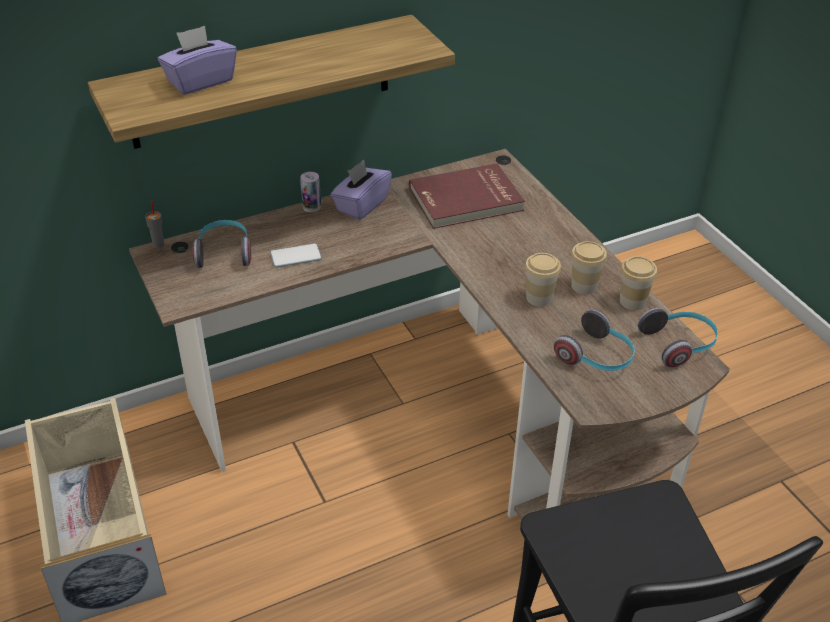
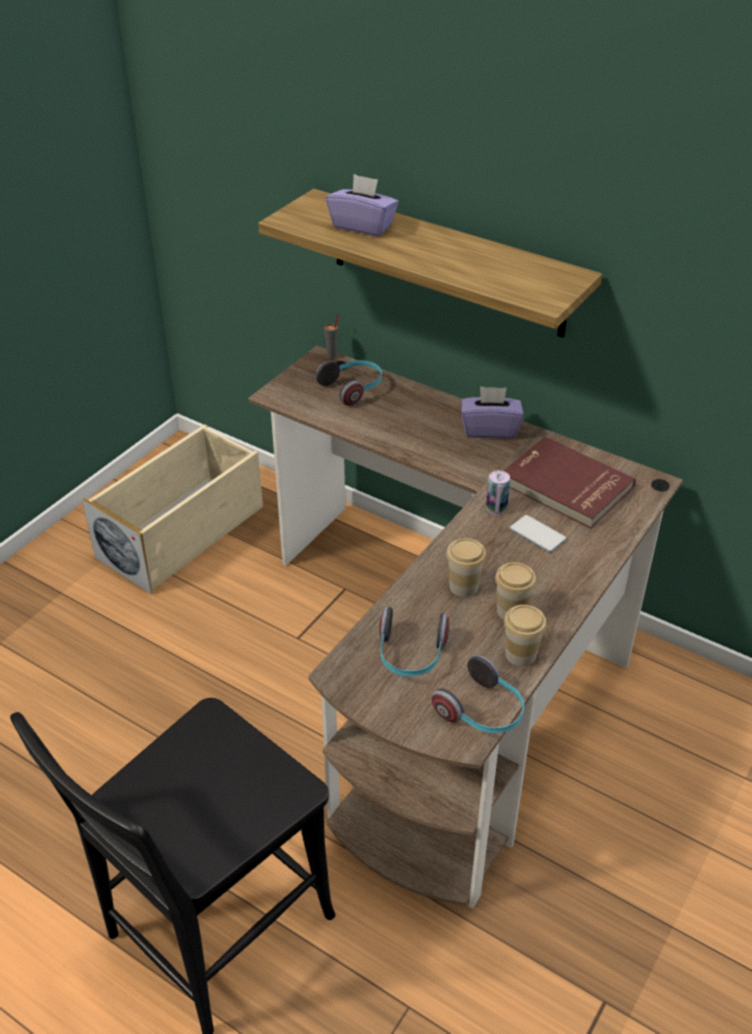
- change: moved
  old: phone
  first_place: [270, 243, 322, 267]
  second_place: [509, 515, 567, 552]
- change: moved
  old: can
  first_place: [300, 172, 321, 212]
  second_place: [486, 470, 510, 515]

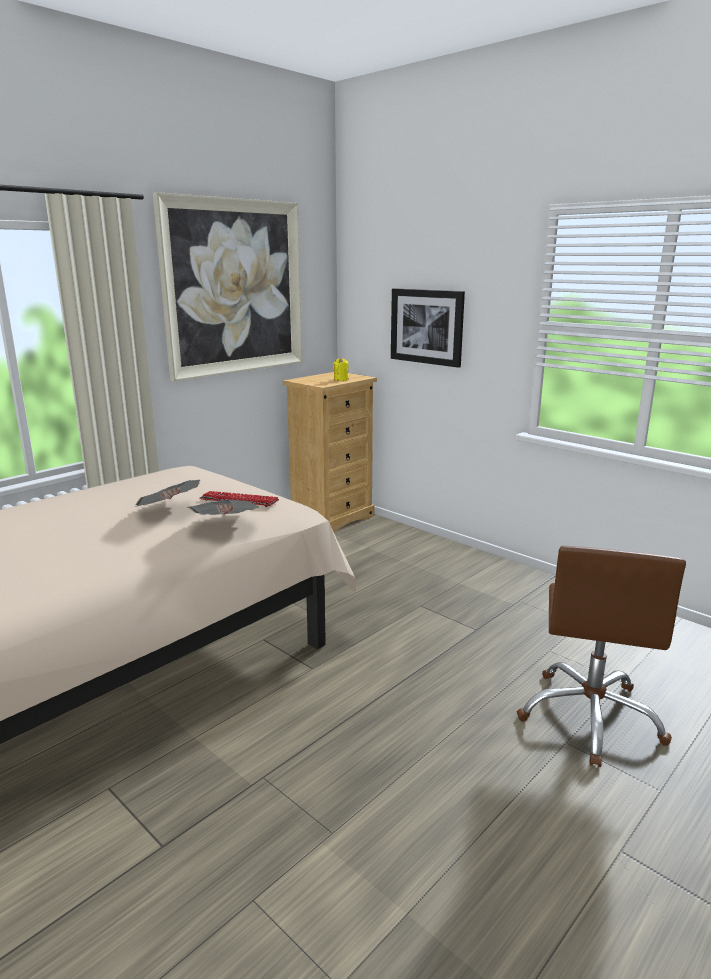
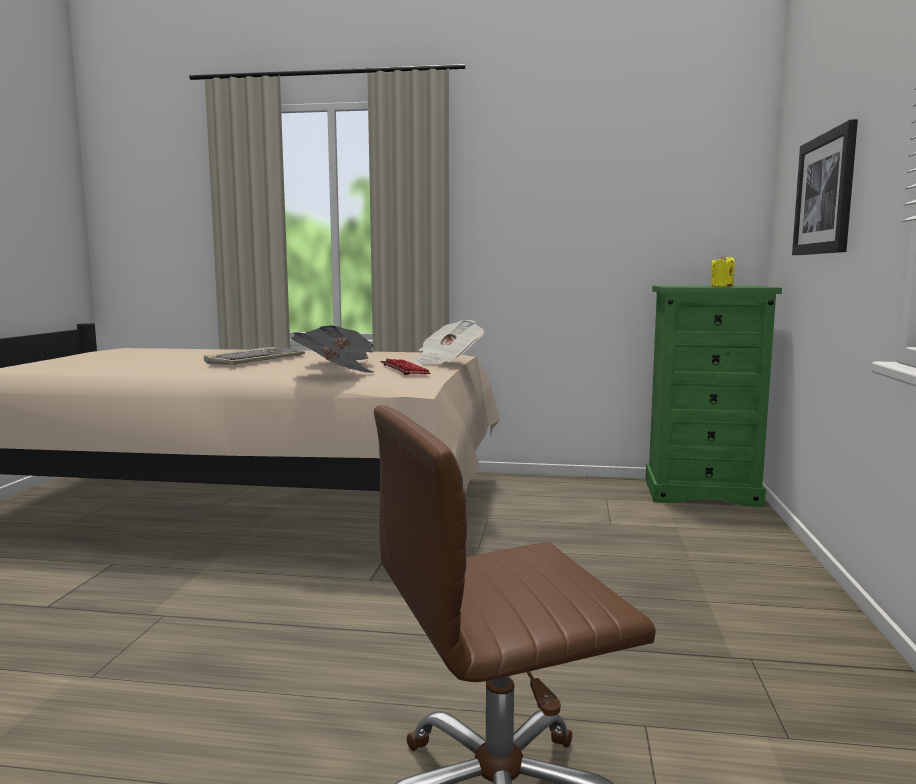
- change: removed
  old: picture
  first_place: [153, 192, 302, 381]
- change: recoloured
  old: dresser/beige
  new: dresser/green
  first_place: [283, 372, 377, 532]
  second_place: [645, 286, 782, 507]
- change: added
  new: keyboard
  second_place: [204, 347, 305, 365]
- change: added
  new: newspaper
  second_place: [414, 320, 484, 365]

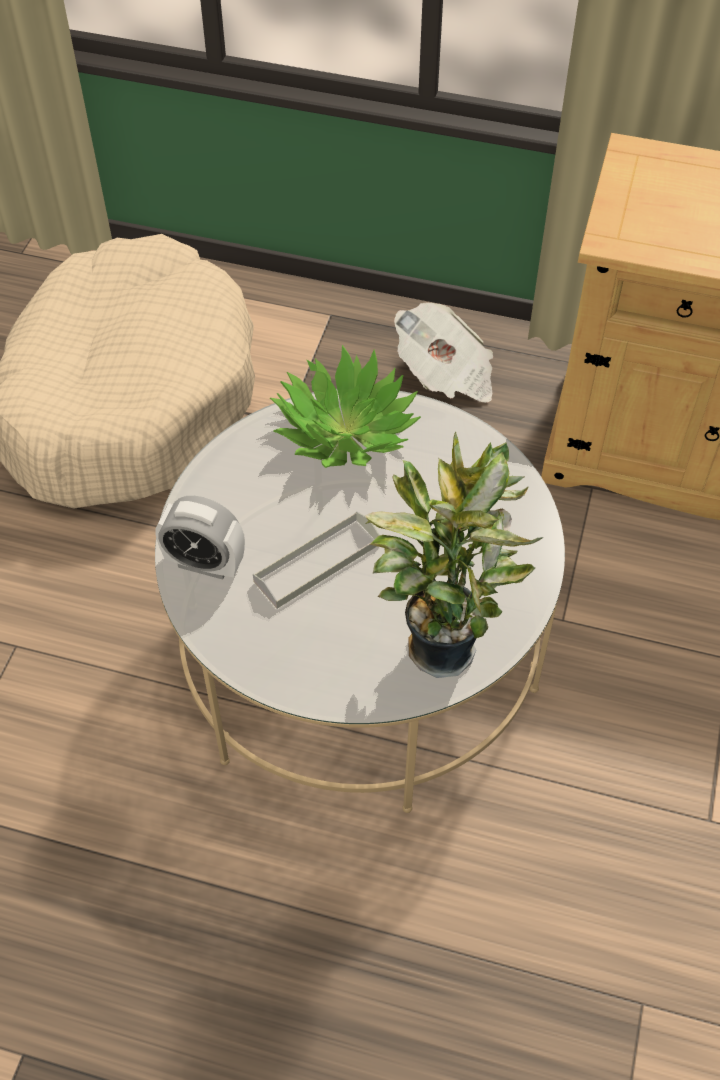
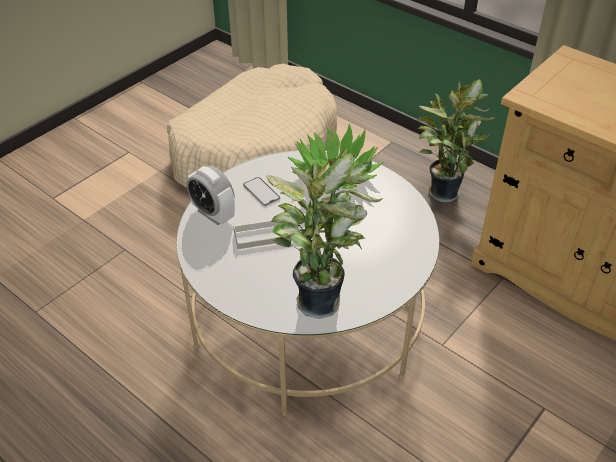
- change: replaced
  old: newspaper
  new: potted plant
  first_place: [394, 302, 493, 403]
  second_place: [417, 79, 495, 202]
- change: added
  new: phone
  second_place: [243, 177, 280, 206]

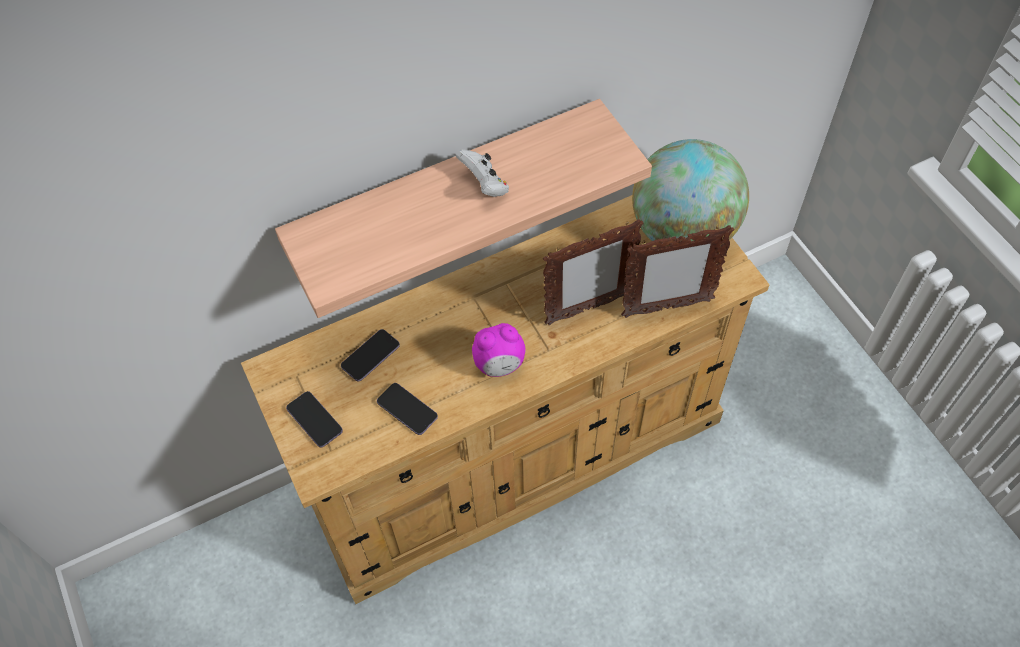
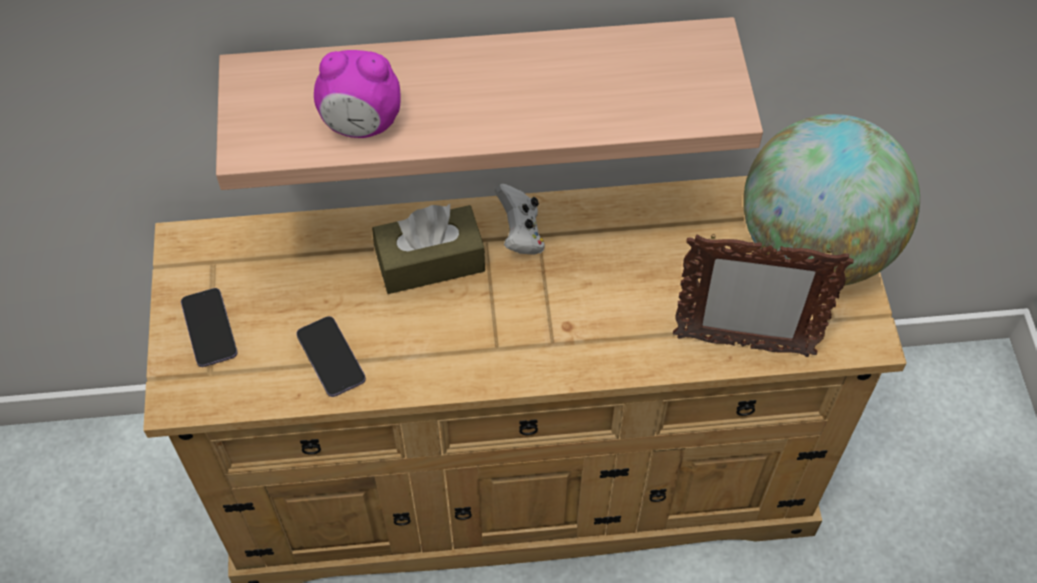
- change: removed
  old: phone
  first_place: [341, 329, 400, 382]
- change: moved
  old: game controller/white
  first_place: [456, 149, 509, 197]
  second_place: [495, 184, 545, 255]
- change: moved
  old: alarm clock
  first_place: [472, 323, 525, 377]
  second_place: [314, 50, 401, 138]
- change: removed
  old: picture frame
  first_place: [543, 219, 643, 325]
- change: added
  new: tissue box/brown
  second_place: [372, 204, 485, 294]

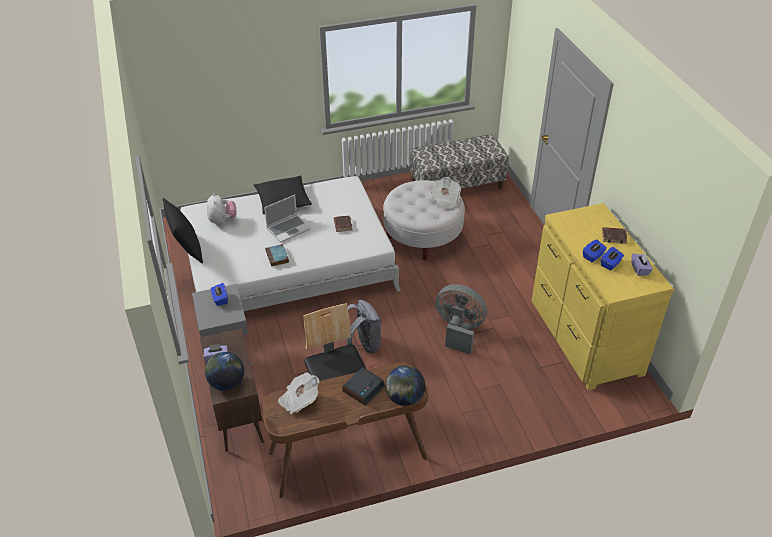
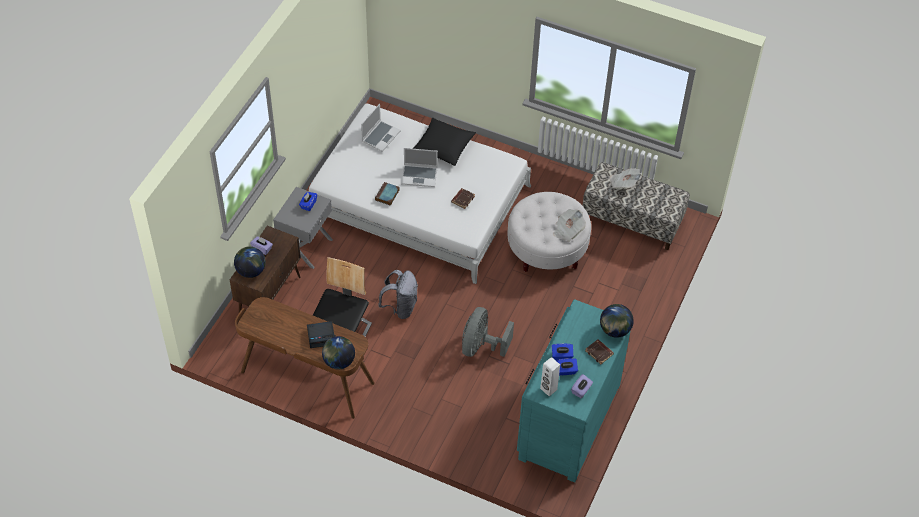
- change: removed
  old: pillow/black
  first_place: [163, 198, 203, 263]
- change: replaced
  old: plush toy
  new: laptop
  first_place: [207, 193, 237, 225]
  second_place: [361, 104, 401, 152]
- change: moved
  old: newspaper
  first_place: [278, 372, 320, 414]
  second_place: [611, 168, 642, 189]
- change: turned
  old: fan/grey
  first_place: [436, 284, 487, 354]
  second_place: [462, 307, 514, 357]
  degrees: -135
- change: recoloured
  old: dresser/yellow
  new: dresser/turquoise
  first_place: [531, 203, 674, 390]
  second_place: [517, 299, 630, 482]
- change: added
  new: speaker/white
  second_place: [540, 357, 560, 396]
- change: added
  new: globe
  second_place: [600, 304, 634, 338]

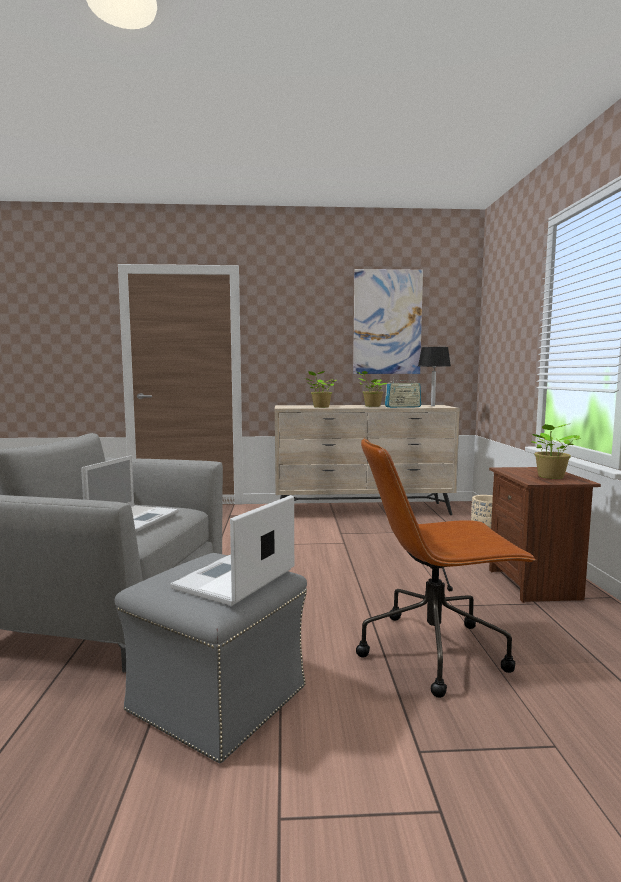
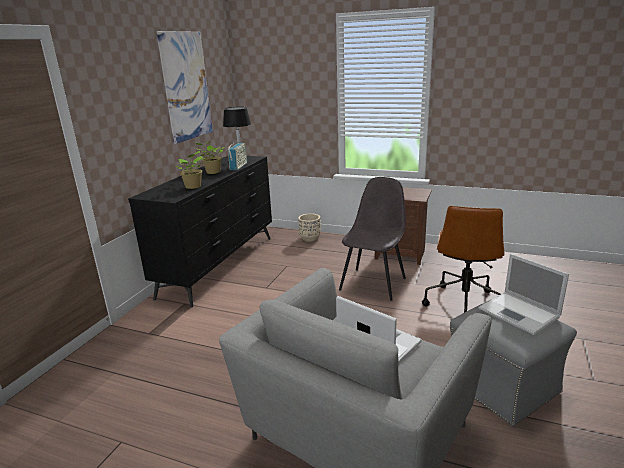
- change: recoloured
  old: dresser/beige
  new: dresser/black
  first_place: [274, 405, 460, 515]
  second_place: [128, 156, 272, 308]
- change: removed
  old: potted plant
  first_place: [532, 424, 581, 479]
- change: added
  new: chair/grey
  second_place: [339, 177, 406, 301]

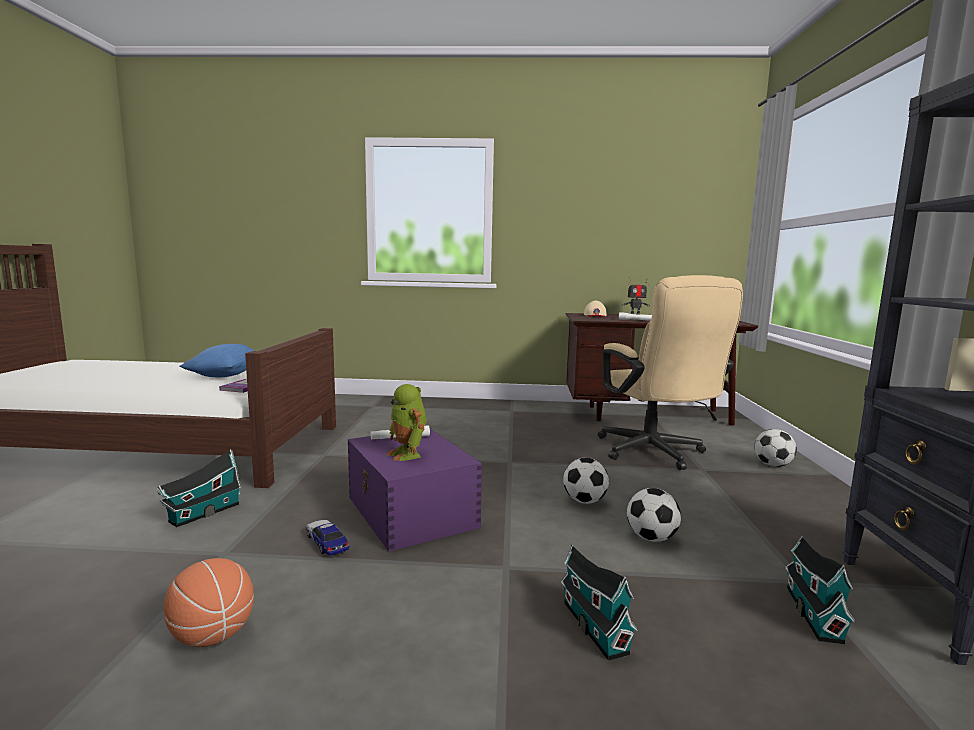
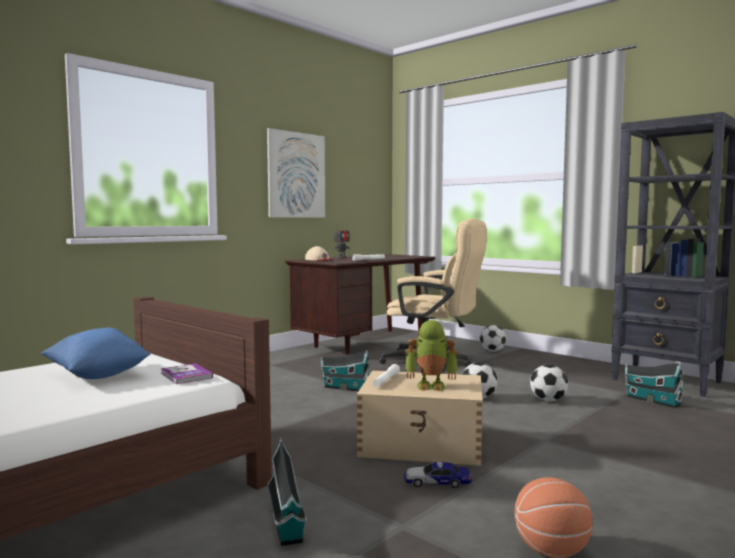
- change: recoloured
  old: storage box/purple
  new: storage box/beige
  first_place: [348, 429, 482, 552]
  second_place: [357, 370, 483, 466]
- change: moved
  old: toy house
  first_place: [560, 544, 638, 661]
  second_place: [321, 350, 371, 391]
- change: added
  new: picture
  second_place: [267, 128, 325, 218]

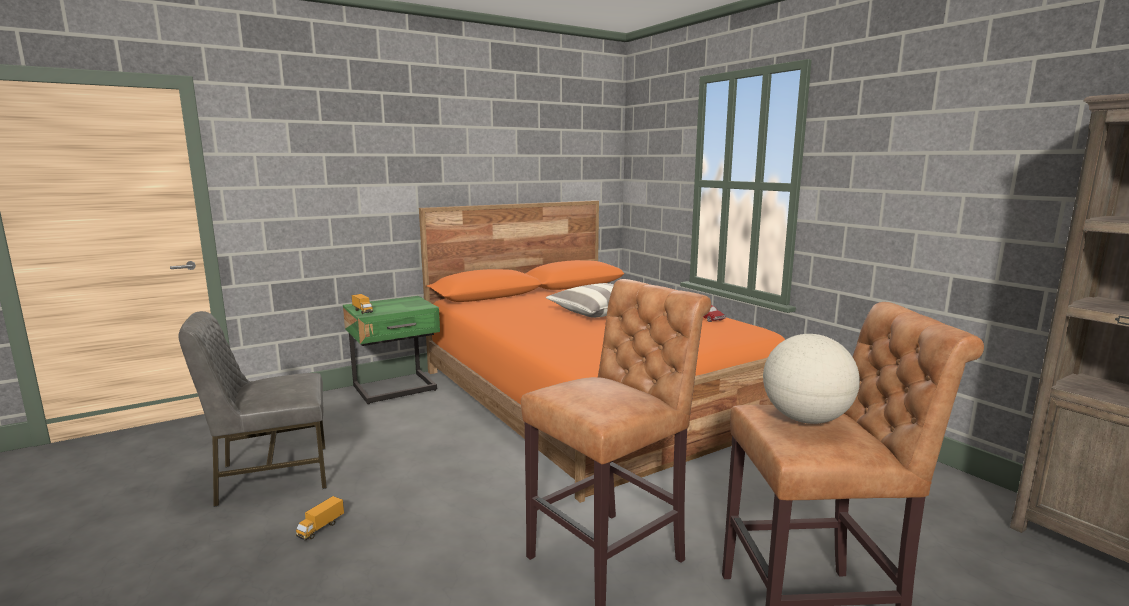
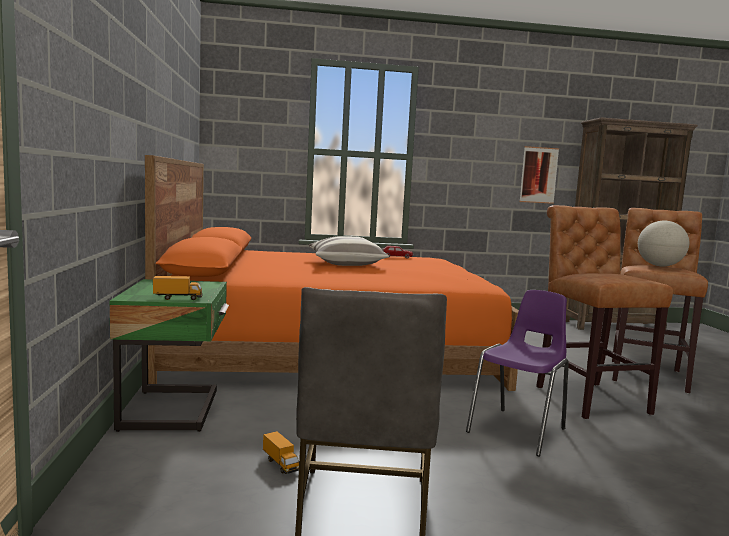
- change: moved
  old: toy truck
  first_place: [296, 496, 344, 541]
  second_place: [263, 431, 299, 474]
- change: added
  new: chair/purple
  second_place: [466, 290, 569, 457]
- change: added
  new: picture
  second_place: [519, 146, 559, 204]

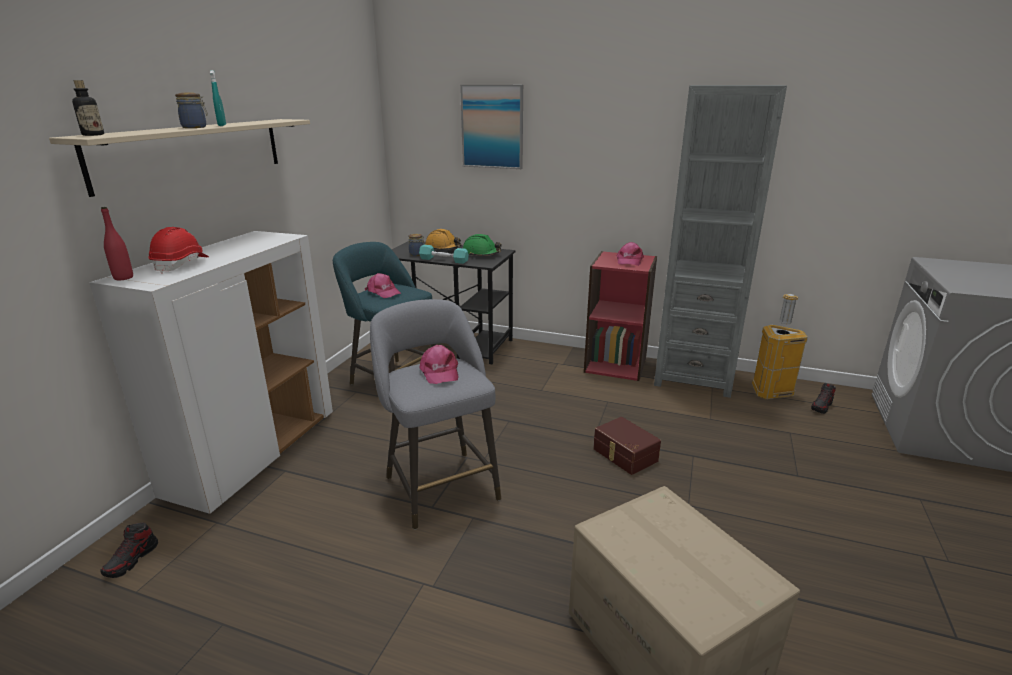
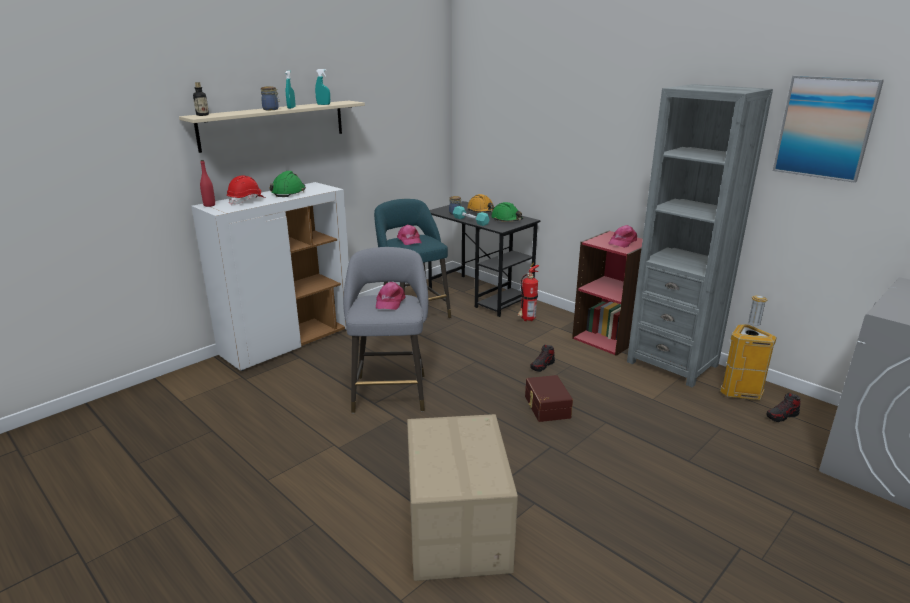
- change: moved
  old: shoe
  first_place: [100, 522, 158, 578]
  second_place: [530, 345, 555, 372]
- change: moved
  old: picture
  first_place: [460, 85, 523, 169]
  second_place: [773, 75, 884, 183]
- change: added
  new: hard hat/green
  second_place: [269, 171, 306, 197]
- change: added
  new: spray bottle/turquoise
  second_place: [315, 69, 330, 105]
- change: added
  new: fire extinguisher
  second_place: [518, 262, 539, 321]

